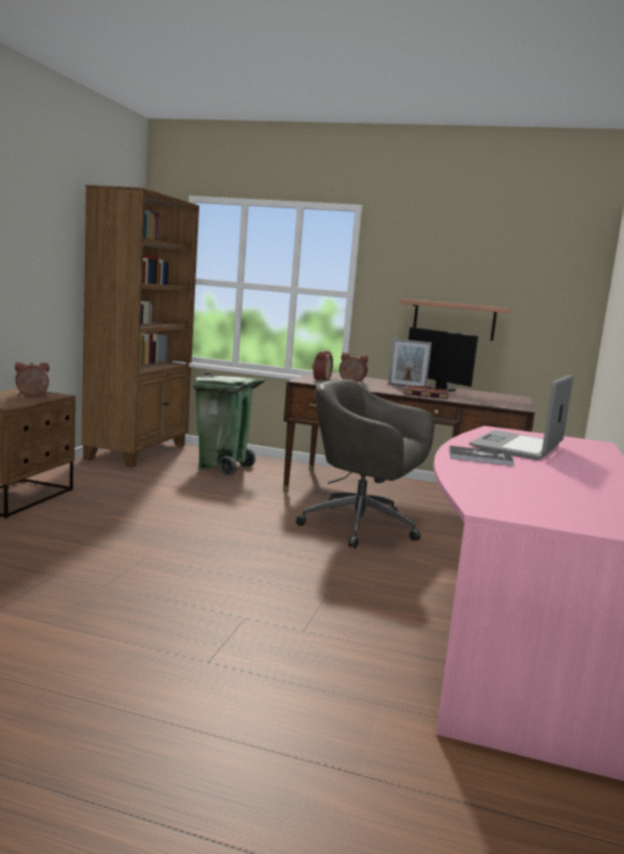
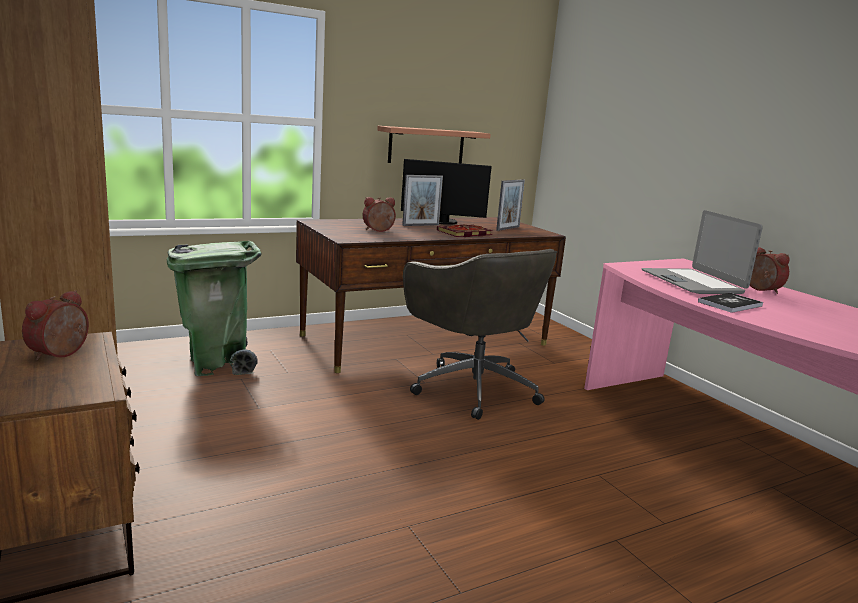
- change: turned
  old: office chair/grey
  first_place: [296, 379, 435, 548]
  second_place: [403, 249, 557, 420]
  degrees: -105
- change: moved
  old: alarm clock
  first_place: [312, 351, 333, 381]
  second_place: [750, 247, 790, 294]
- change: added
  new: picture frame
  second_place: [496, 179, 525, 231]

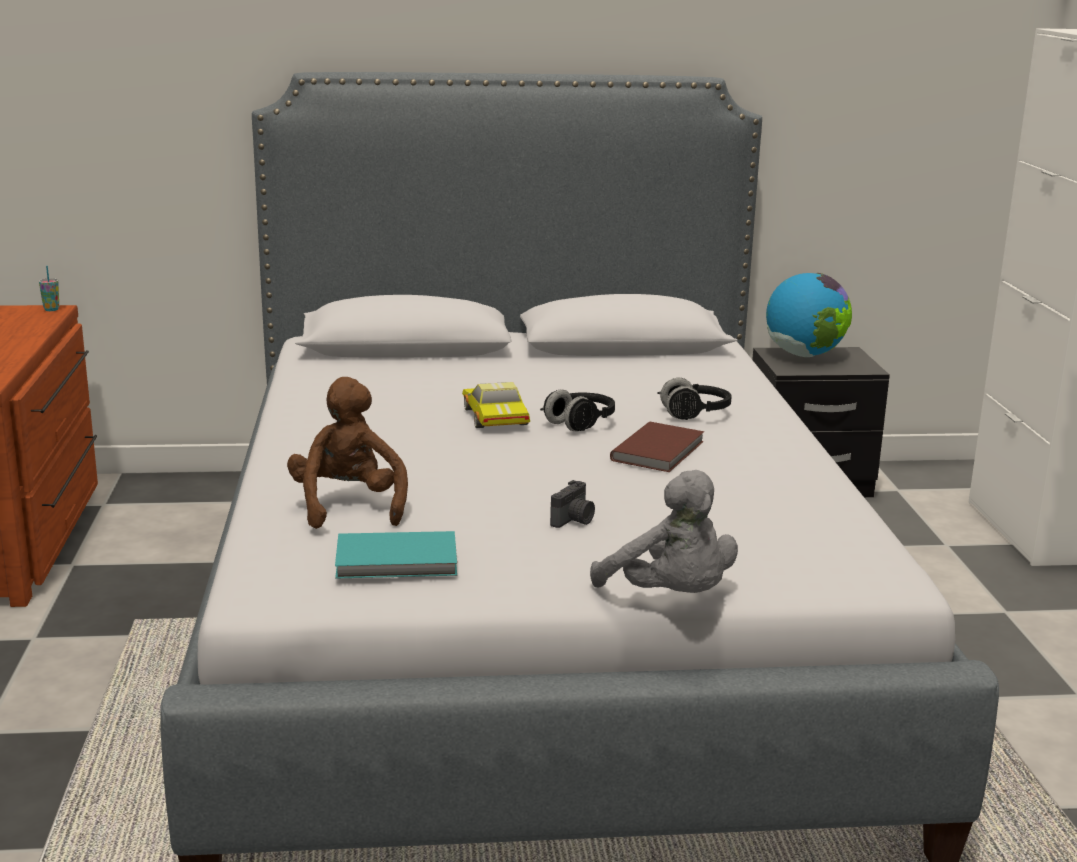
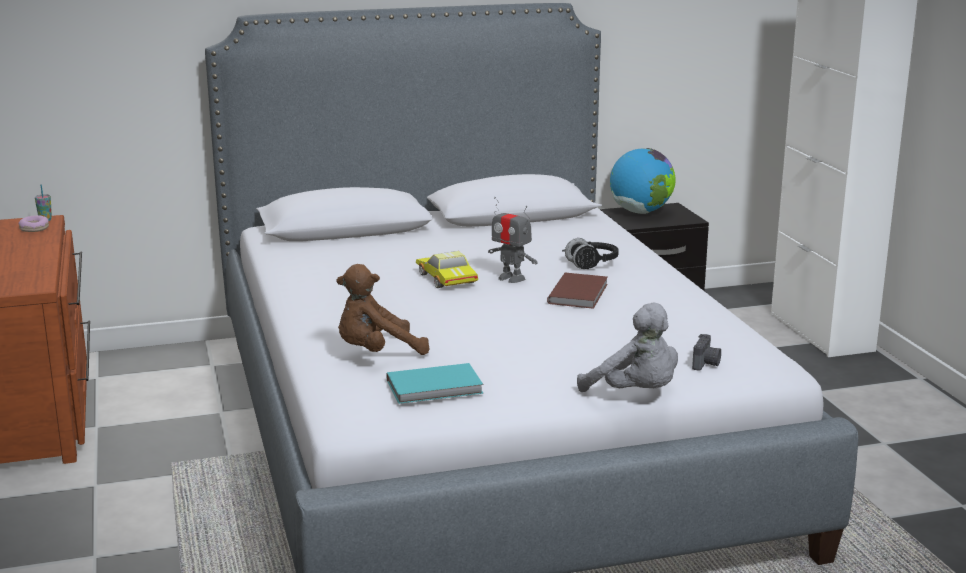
- change: turned
  old: plush toy/brown
  first_place: [287, 377, 408, 529]
  second_place: [336, 264, 430, 355]
  degrees: -90
- change: replaced
  old: headphones/black
  new: toy robot
  first_place: [540, 389, 615, 432]
  second_place: [488, 197, 538, 283]
- change: moved
  old: photo camera
  first_place: [550, 480, 595, 528]
  second_place: [692, 334, 721, 371]
- change: added
  new: donut
  second_place: [18, 215, 49, 232]

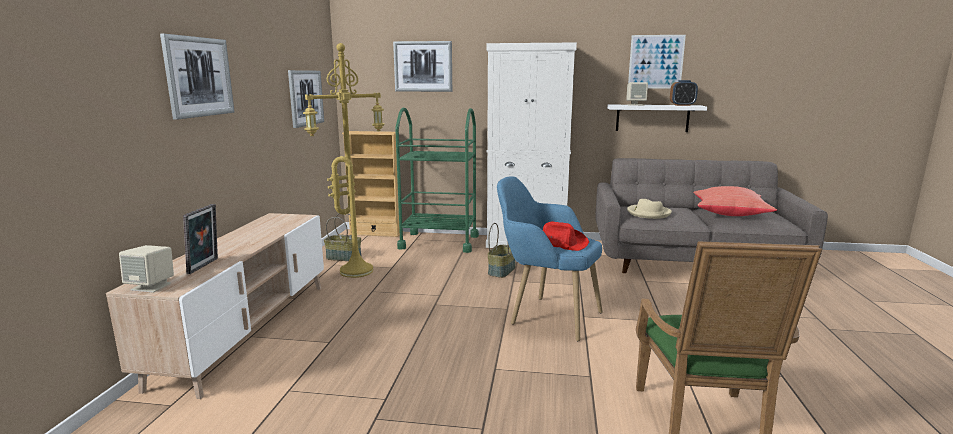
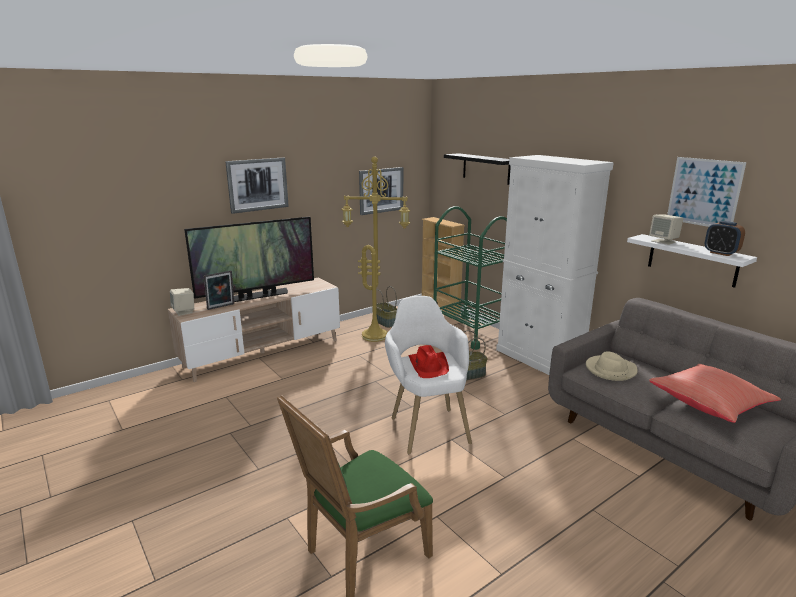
- change: replaced
  old: picture
  new: shelf/black
  first_place: [393, 41, 452, 92]
  second_place: [444, 153, 511, 185]
- change: recoloured
  old: armchair/blue
  new: armchair/white
  first_place: [497, 176, 603, 342]
  second_place: [385, 296, 472, 454]
- change: added
  new: television
  second_place: [184, 217, 314, 302]

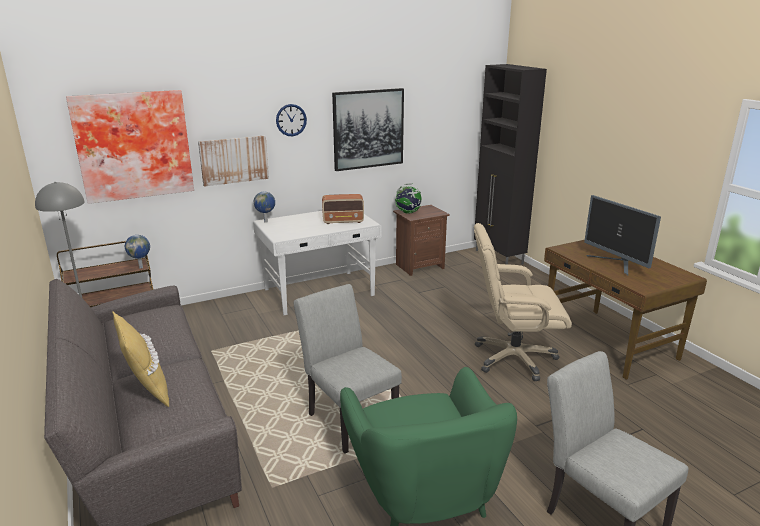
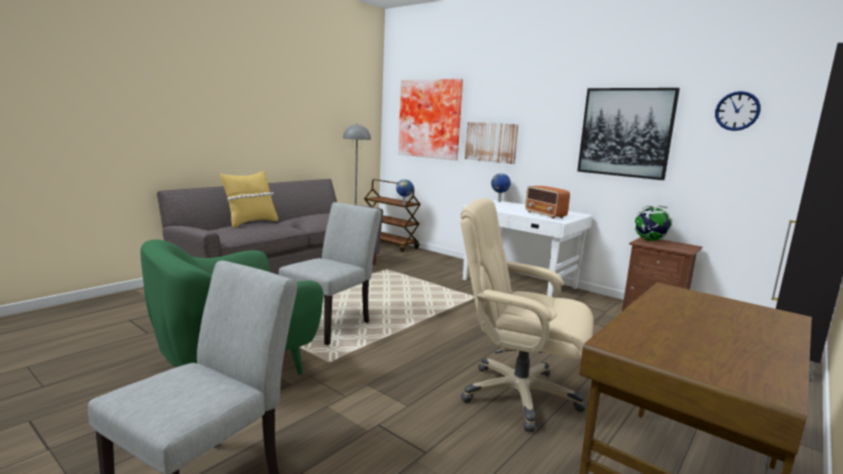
- change: moved
  old: wall clock
  first_place: [276, 104, 307, 136]
  second_place: [715, 91, 761, 131]
- change: turned
  old: office chair/beige
  first_place: [474, 223, 572, 381]
  second_place: [460, 198, 594, 432]
  degrees: -45
- change: removed
  old: monitor
  first_place: [584, 195, 661, 275]

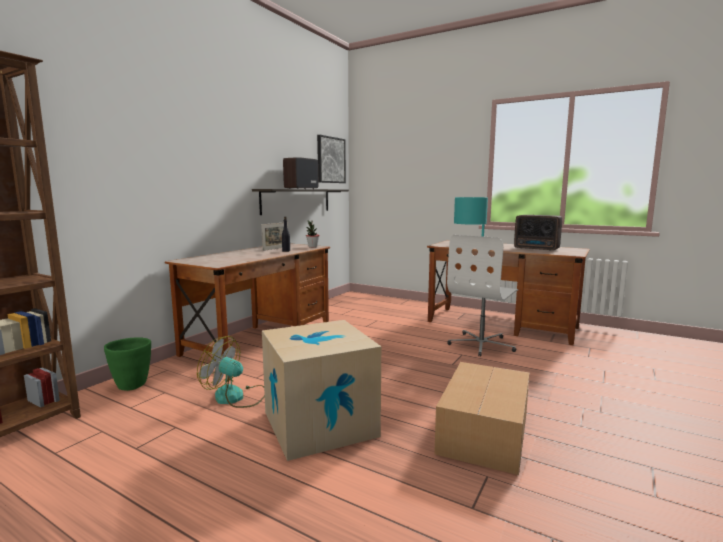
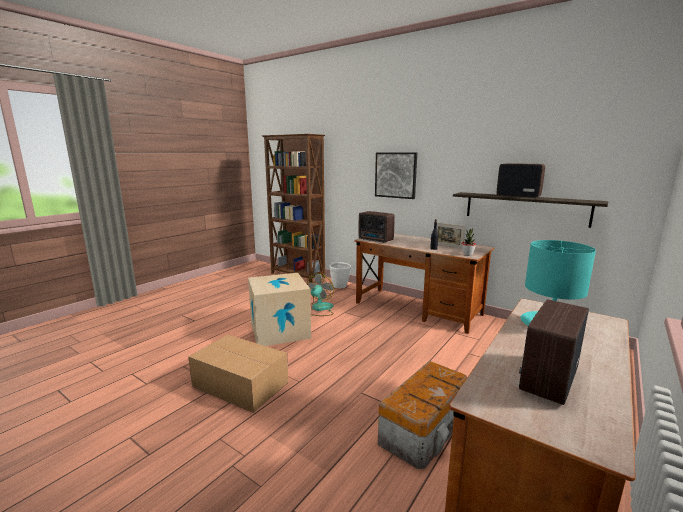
- change: recoloured
  old: planter/green
  new: planter/white
  first_place: [104, 337, 151, 391]
  second_place: [330, 262, 351, 288]
- change: moved
  old: picture
  first_place: [317, 135, 346, 183]
  second_place: [375, 152, 417, 199]
- change: replaced
  old: office chair/white
  new: storage box
  first_place: [447, 235, 519, 357]
  second_place: [378, 361, 467, 469]
- change: added
  new: radio
  second_place: [359, 211, 395, 243]

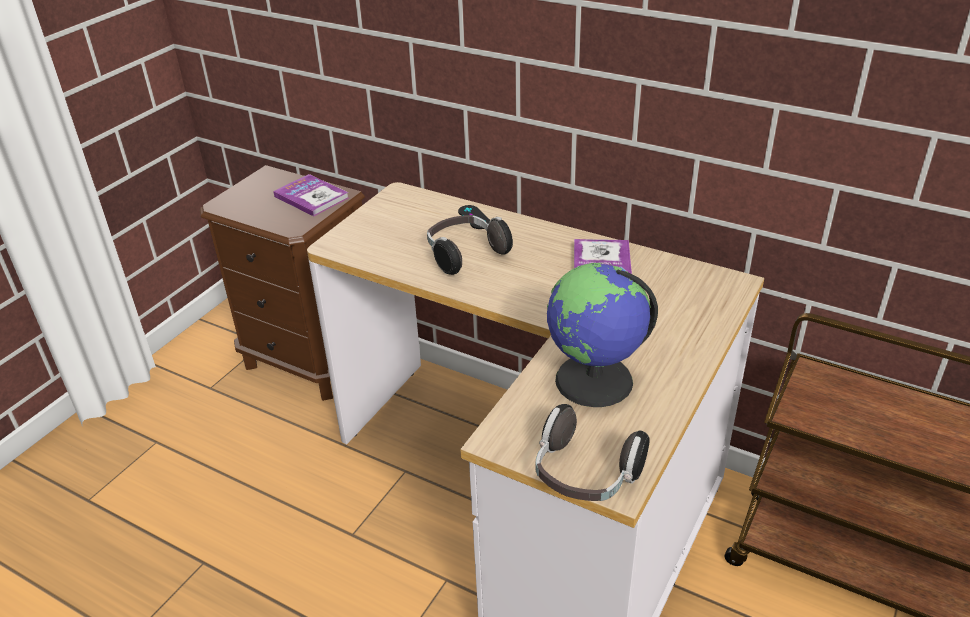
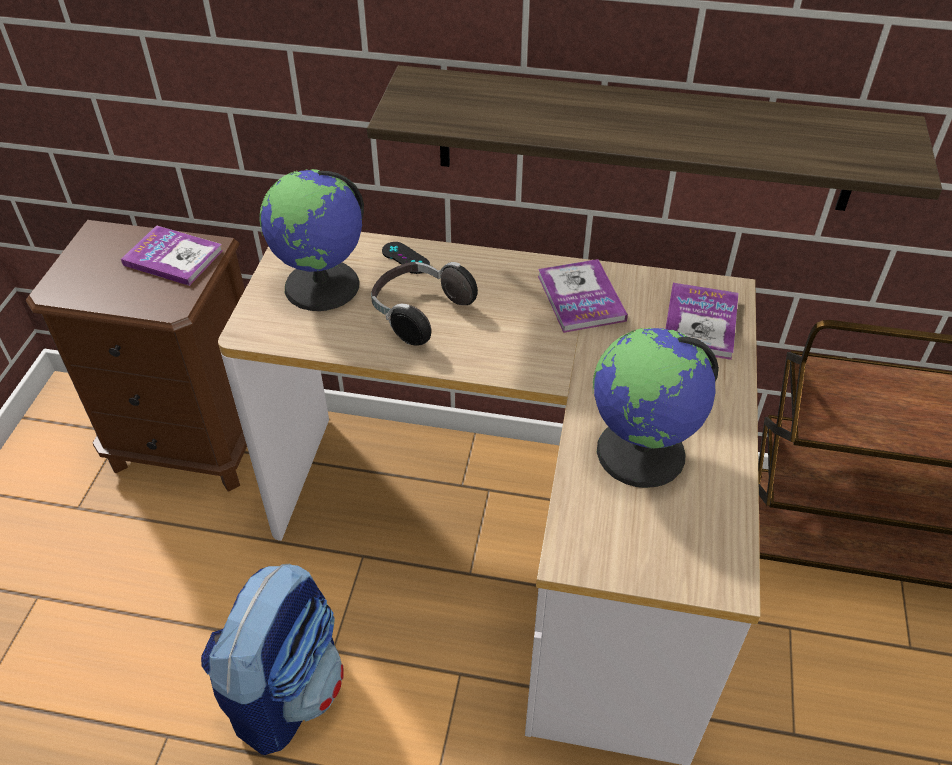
- change: removed
  old: headphones
  first_place: [535, 404, 650, 501]
- change: added
  new: backpack
  second_place: [201, 564, 344, 755]
- change: added
  new: globe
  second_place: [259, 169, 364, 311]
- change: added
  new: shelf
  second_place: [367, 65, 942, 211]
- change: added
  new: book
  second_place: [665, 283, 738, 360]

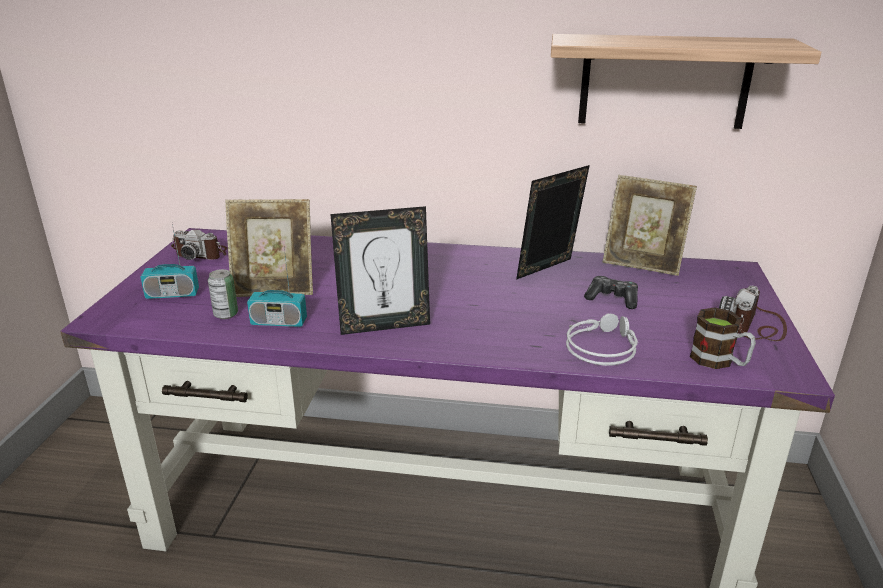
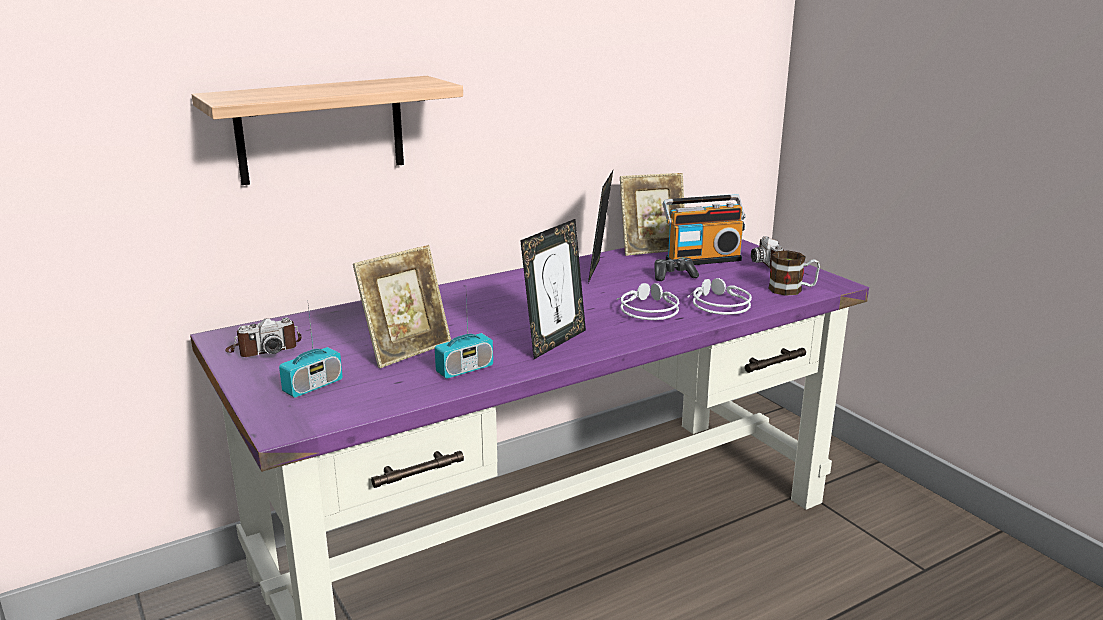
- change: removed
  old: can
  first_place: [208, 269, 238, 319]
- change: moved
  old: shelf
  first_place: [551, 34, 821, 129]
  second_place: [192, 76, 463, 185]
- change: added
  new: headphones/grey
  second_place: [617, 283, 679, 320]
- change: added
  new: radio
  second_place: [662, 194, 746, 265]

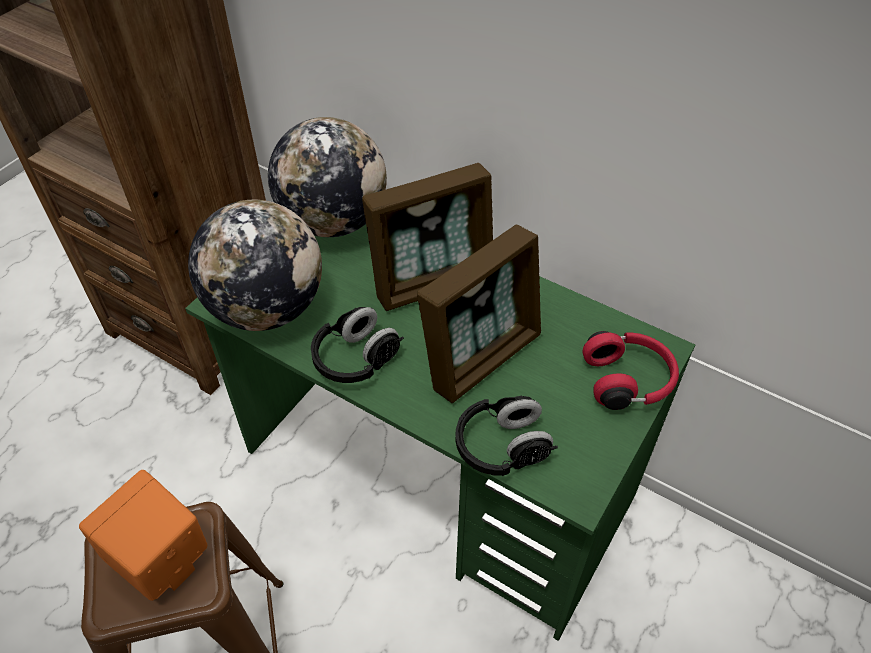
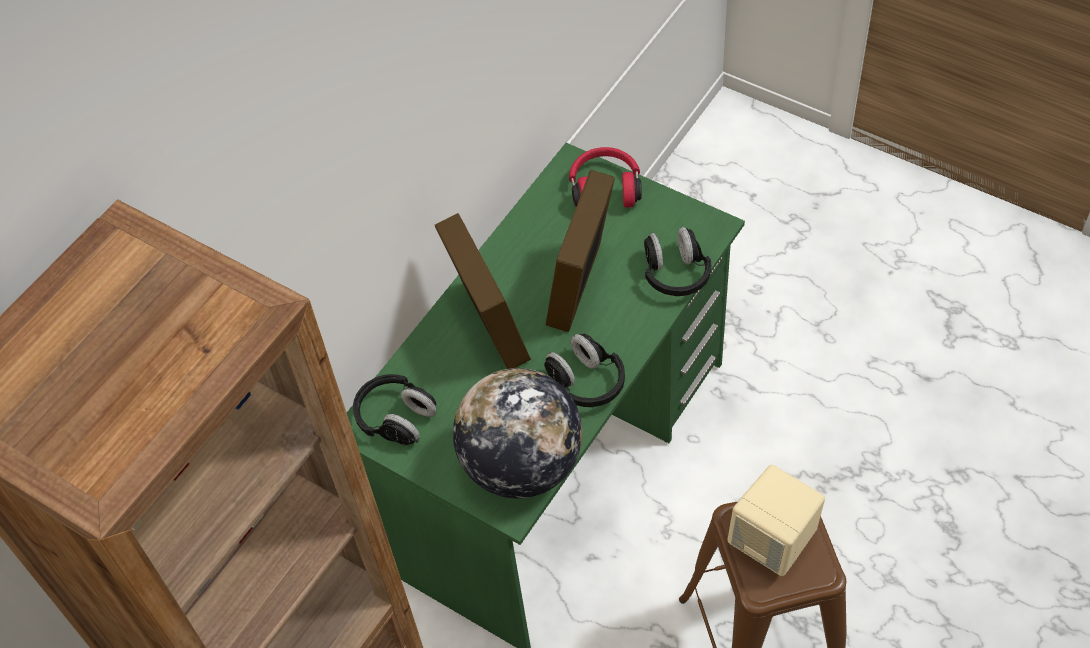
- change: recoloured
  old: speaker/orange
  new: speaker/beige
  first_place: [79, 470, 207, 601]
  second_place: [727, 465, 825, 576]
- change: replaced
  old: globe
  new: headphones/black
  first_place: [268, 117, 387, 237]
  second_place: [353, 374, 437, 446]
- change: turned
  old: picture frame
  first_place: [417, 224, 541, 403]
  second_place: [546, 170, 615, 332]
  degrees: -120

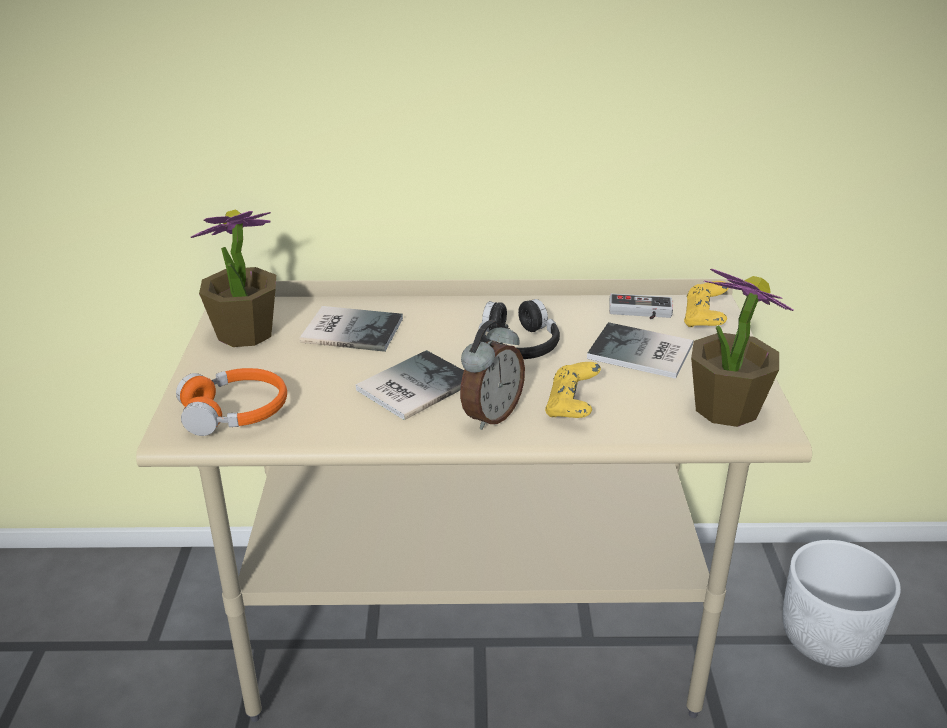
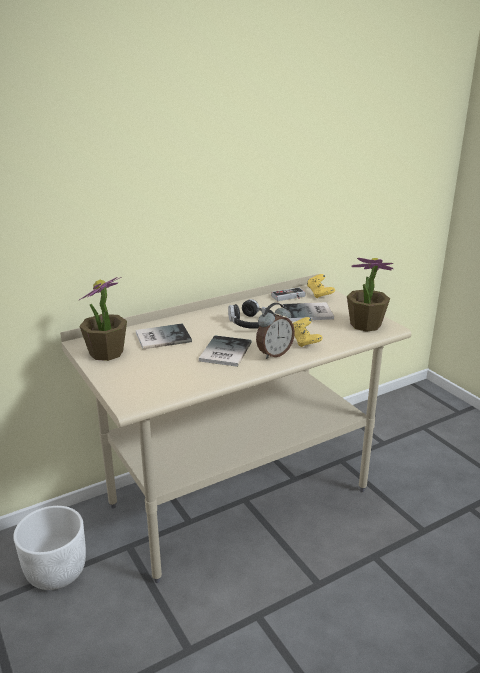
- change: removed
  old: headphones/orange
  first_place: [176, 368, 287, 436]
- change: turned
  old: alarm clock
  first_place: [460, 320, 525, 430]
  second_place: [256, 303, 295, 359]
  degrees: 45
- change: moved
  old: planter/white
  first_place: [783, 540, 901, 667]
  second_place: [13, 506, 86, 590]

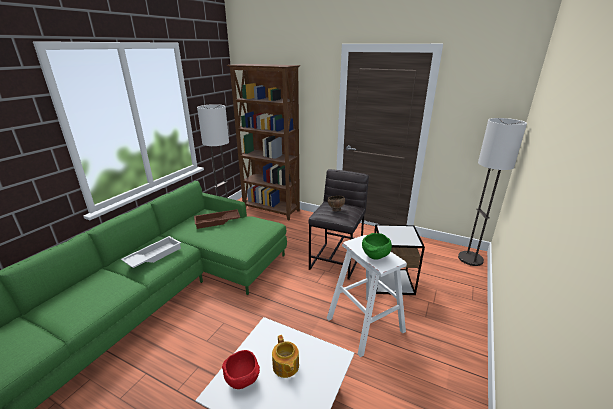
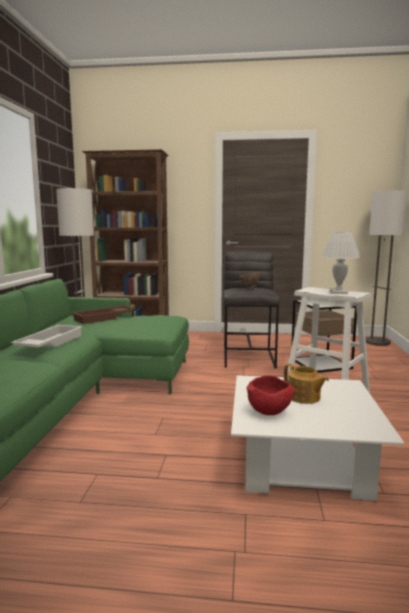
- change: replaced
  old: bowl/green
  new: table lamp/white
  first_place: [362, 233, 392, 260]
  second_place: [322, 232, 361, 294]

